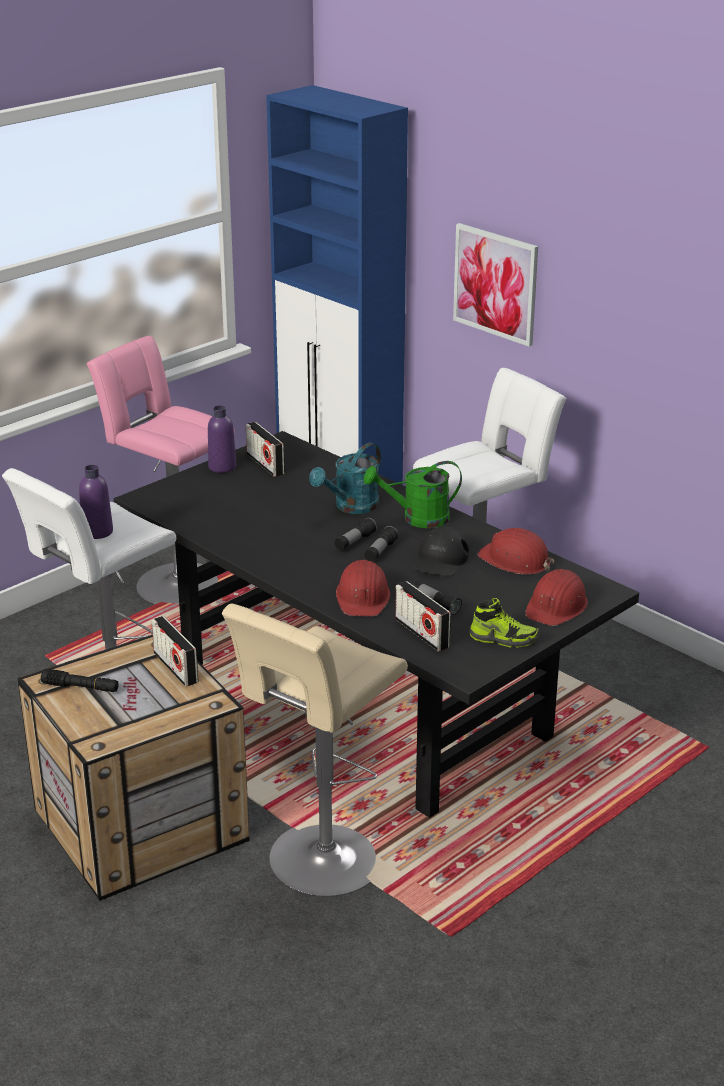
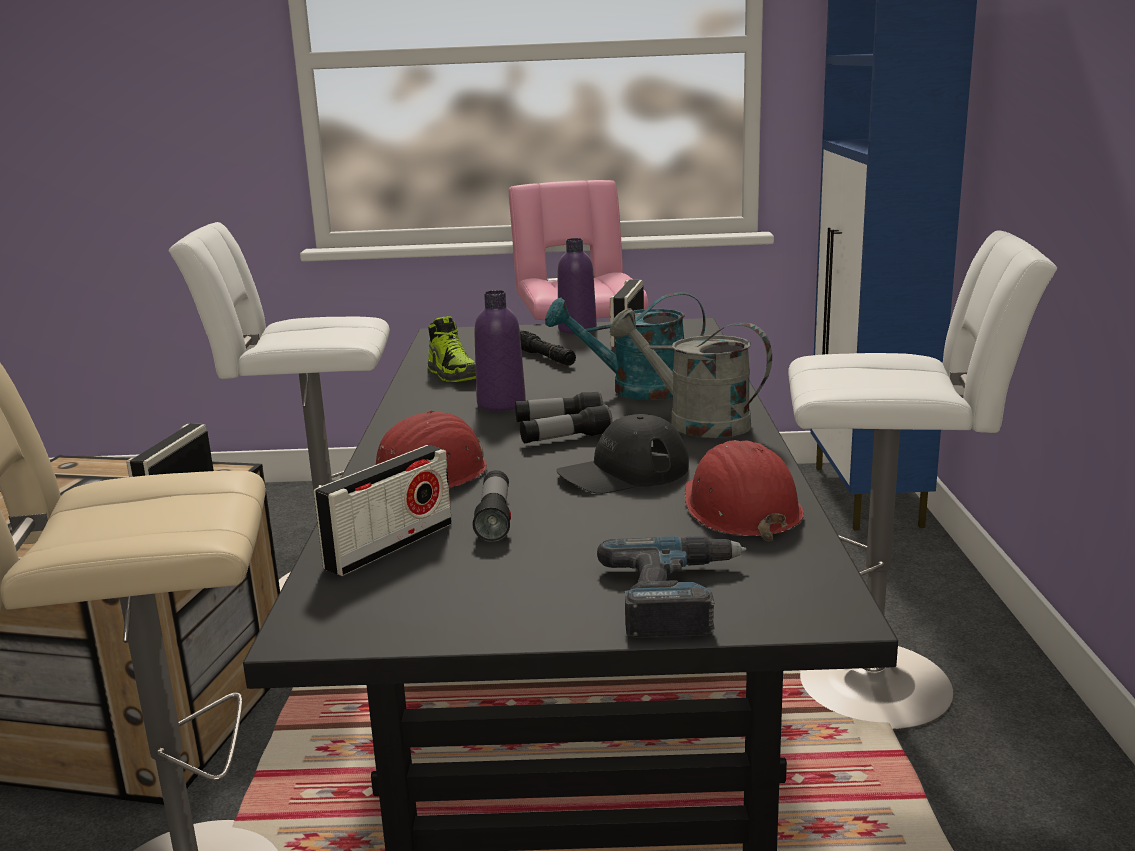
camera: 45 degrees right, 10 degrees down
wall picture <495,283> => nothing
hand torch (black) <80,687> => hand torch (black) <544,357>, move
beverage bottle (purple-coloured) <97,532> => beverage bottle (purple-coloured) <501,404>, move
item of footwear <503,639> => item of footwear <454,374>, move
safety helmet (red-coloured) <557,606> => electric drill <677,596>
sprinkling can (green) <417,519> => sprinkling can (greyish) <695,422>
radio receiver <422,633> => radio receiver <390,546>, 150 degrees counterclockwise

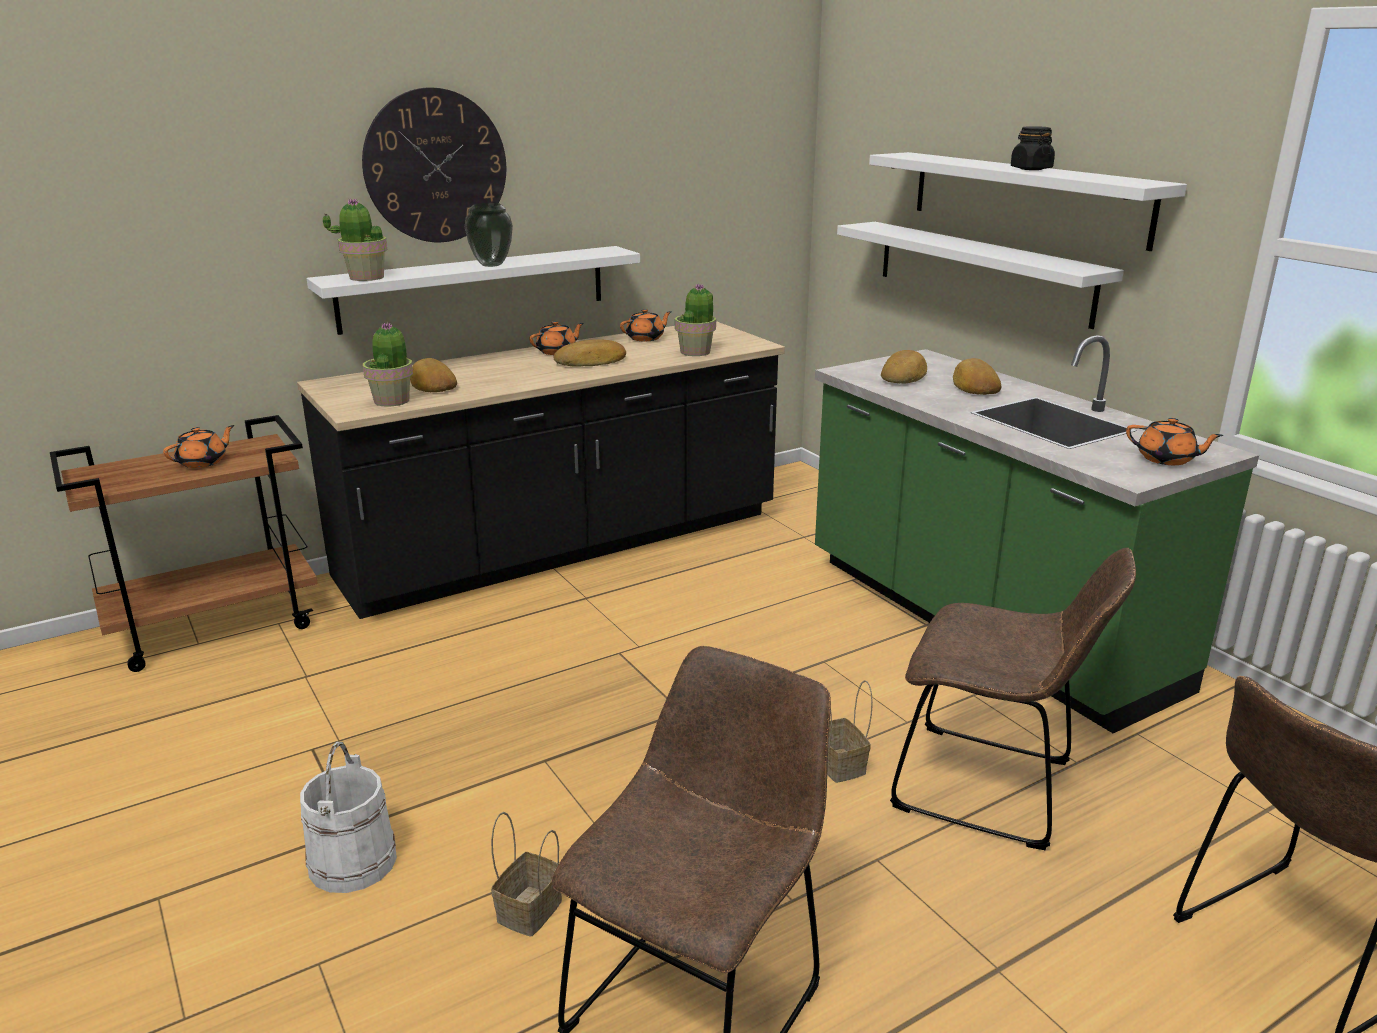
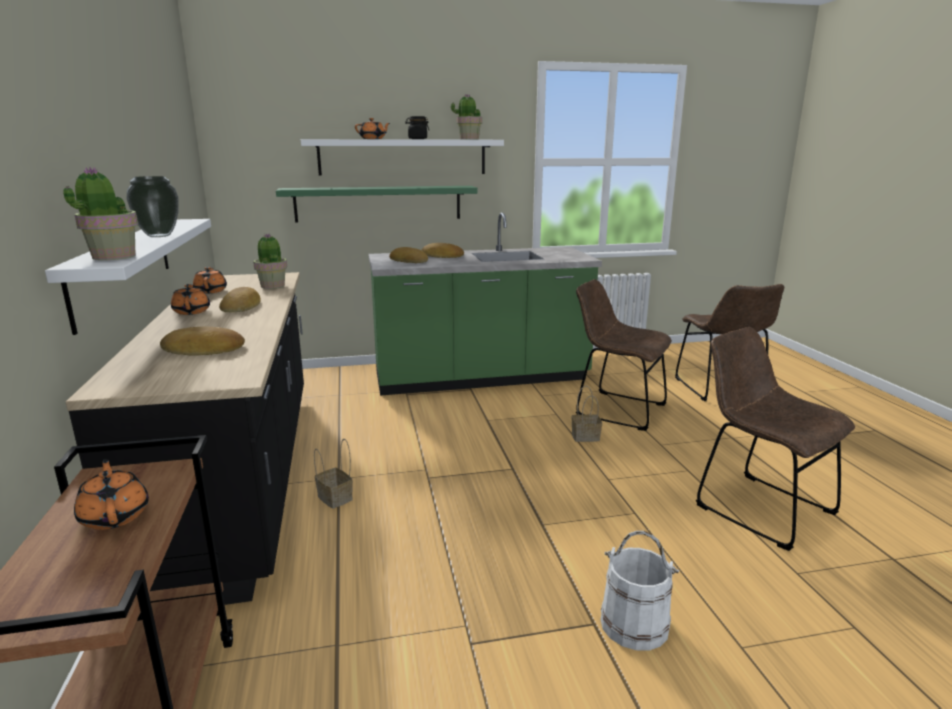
camera: 70 degrees left, 5 degrees down
wall clock <435,166> => nothing
plant in a pot <392,400> => plant in a pot <469,139>, move
household basket <529,912> => household basket <336,498>, move
pot for tea (orange) <1167,459> => pot for tea (orange) <373,139>, move
bracket shelf (white-coloured) <981,271> => bracket shelf (green) <378,203>
upright chair (brown) <993,788> => upright chair (brown) <616,409>, 105 degrees counterclockwise

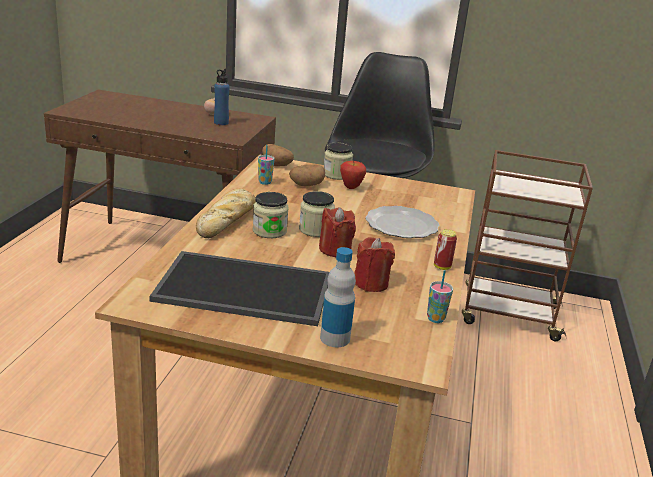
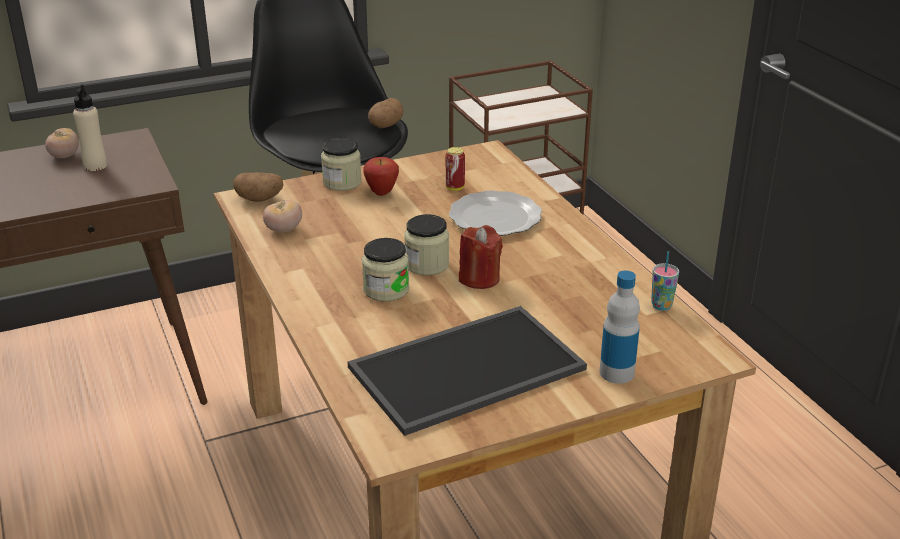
camera: 35 degrees left, 5 degrees up
bakery bread <227,219> => nothing
wax candle (red-coloured) <371,283> => nothing
whole potato <306,185> => whole potato <385,126>, move
can <442,267> => can <455,188>, move
cup <265,182> => tomato <283,230>
beverage bottle (blue) <221,123> => beverage bottle (beige-coloured) <95,166>

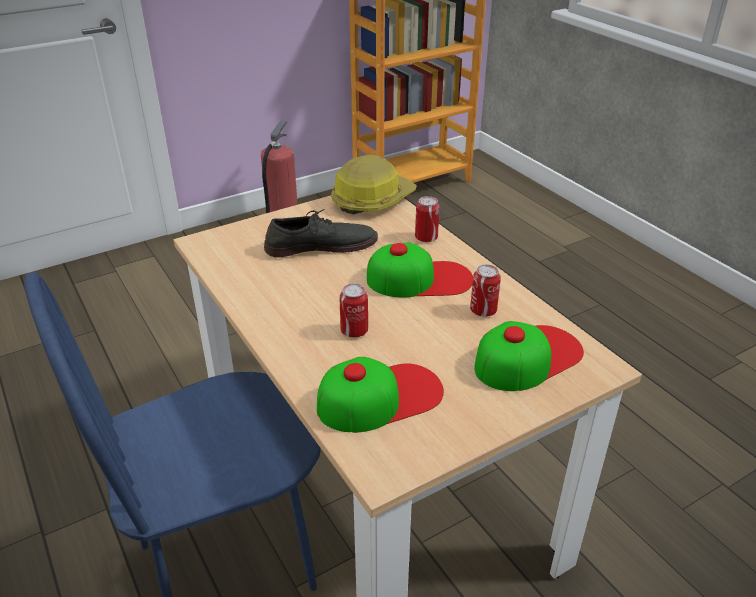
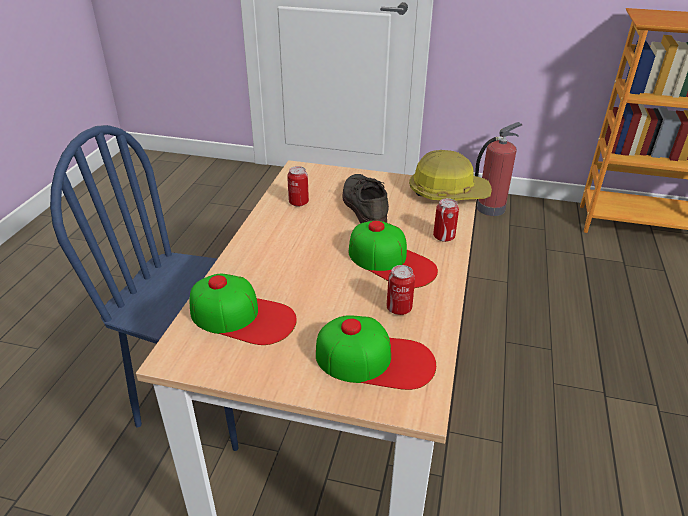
camera: 45 degrees right, 0 degrees up
can <354,331> => can <298,202>, move
item of footwear (greyish) <321,245> => item of footwear (greyish) <363,205>, 135 degrees counterclockwise

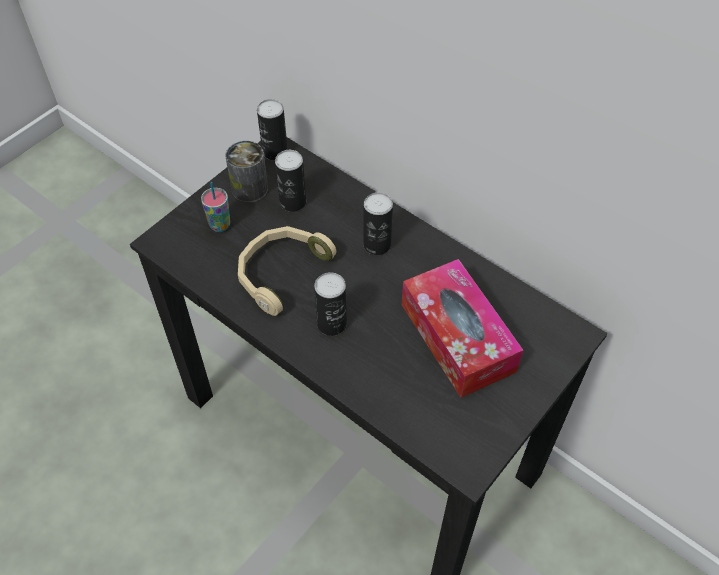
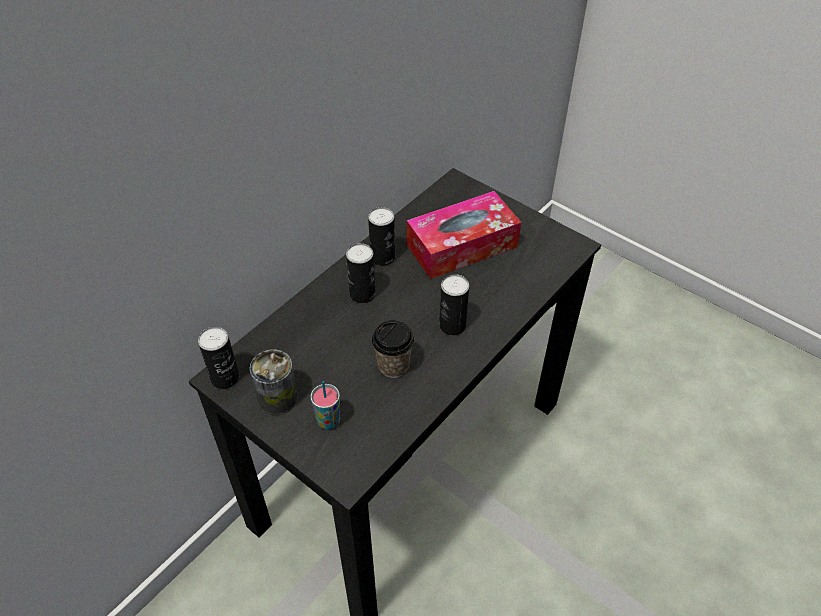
camera: 90 degrees left, 5 degrees down
can <293,202> => can <382,257>, move
headset (beige-coloured) <280,272> => cup <393,365>

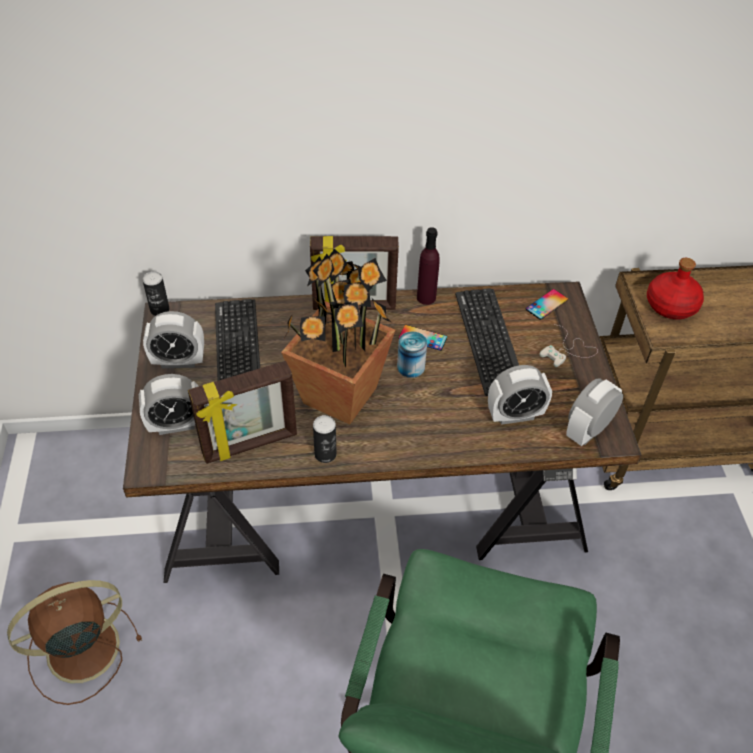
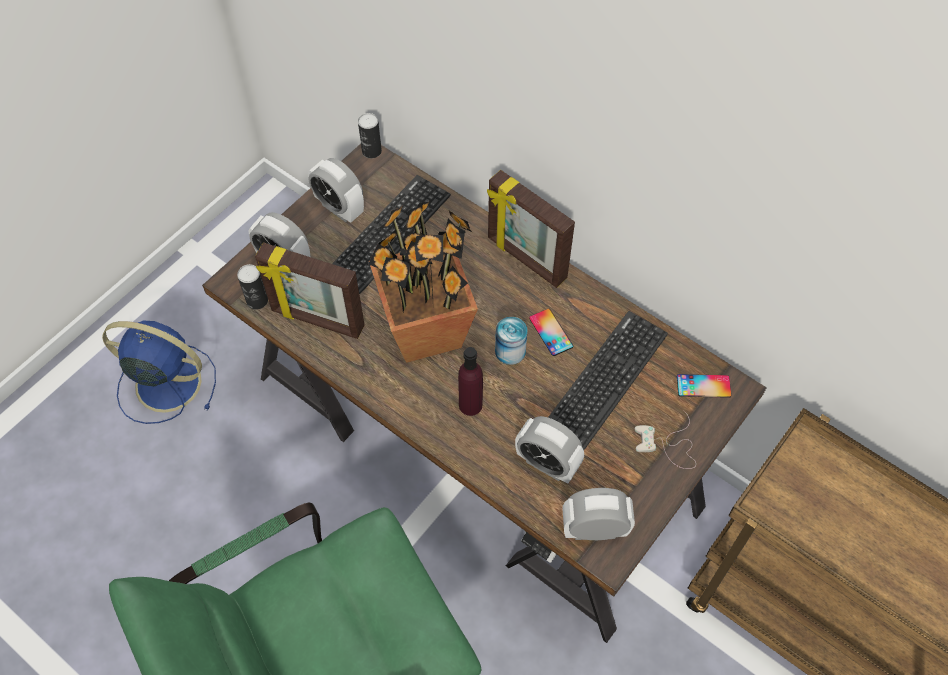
camera: 45 degrees right, 10 degrees up
beverage bottle (red-coloured) <671,305> => nothing
can <325,454> => can <257,301>, move
beverage bottle (purple-coloured) <426,297> => beverage bottle (purple-coloured) <470,405>, move
cooling fan (brown) <79,650> => cooling fan (blue) <165,382>

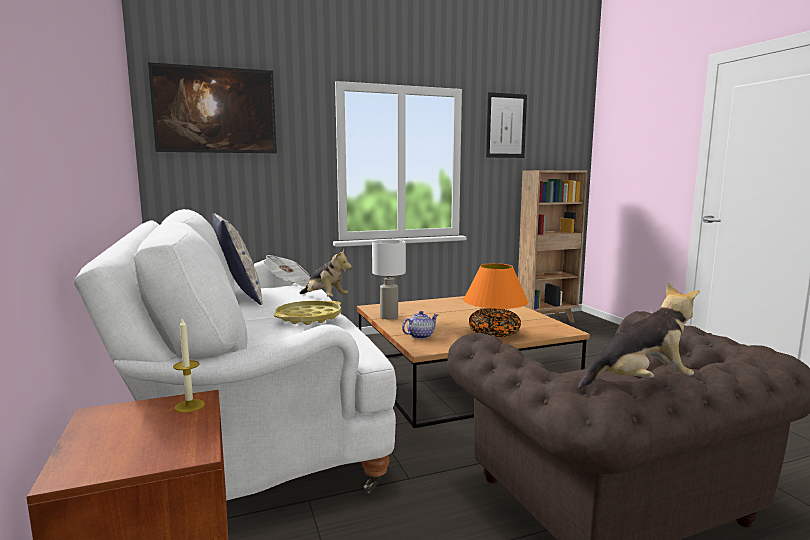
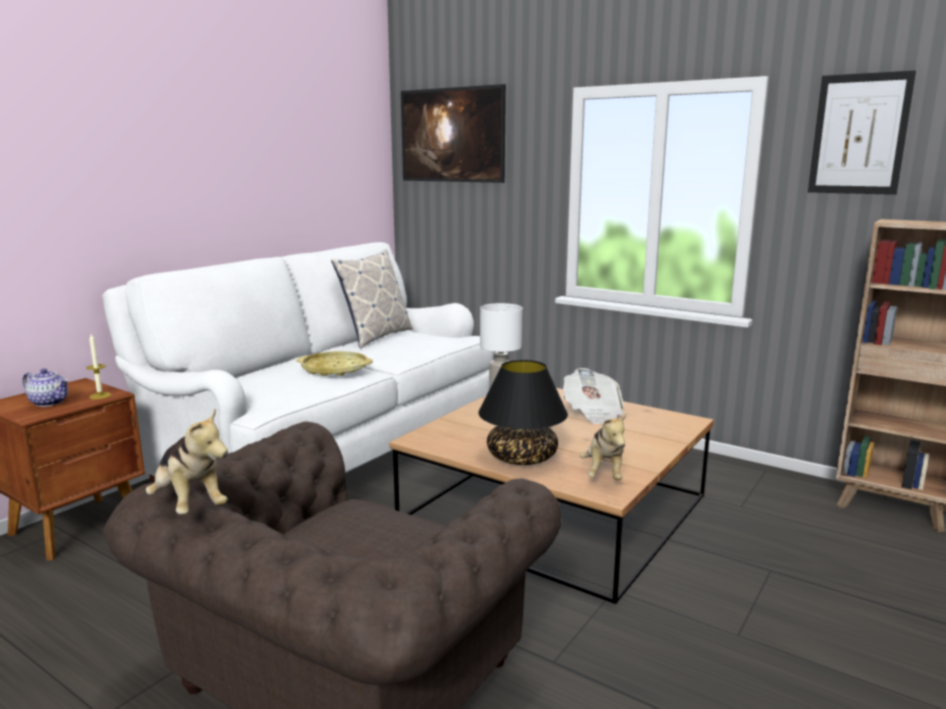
camera: 55 degrees right, 5 degrees up
newspaper <289,284> => newspaper <592,412>, move
soft toy <324,299> => soft toy <604,474>, move
pot for tea <420,336> => pot for tea <50,402>, move
tabletop lamp (orange) <494,334> => tabletop lamp (black) <522,457>

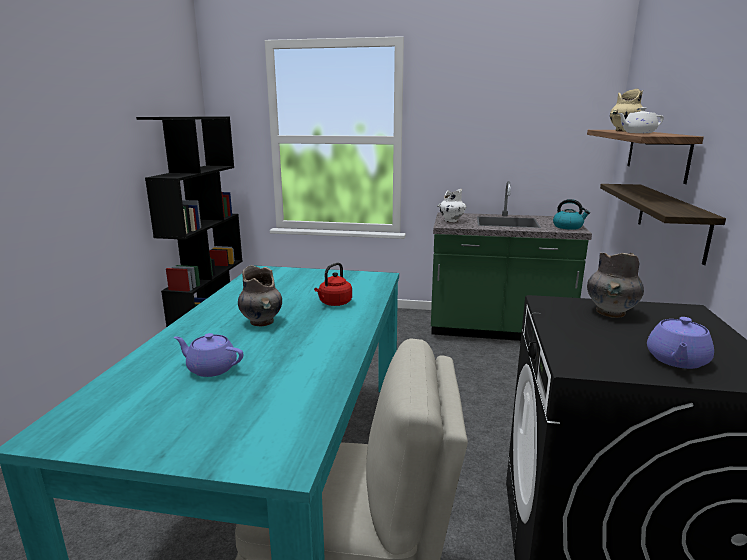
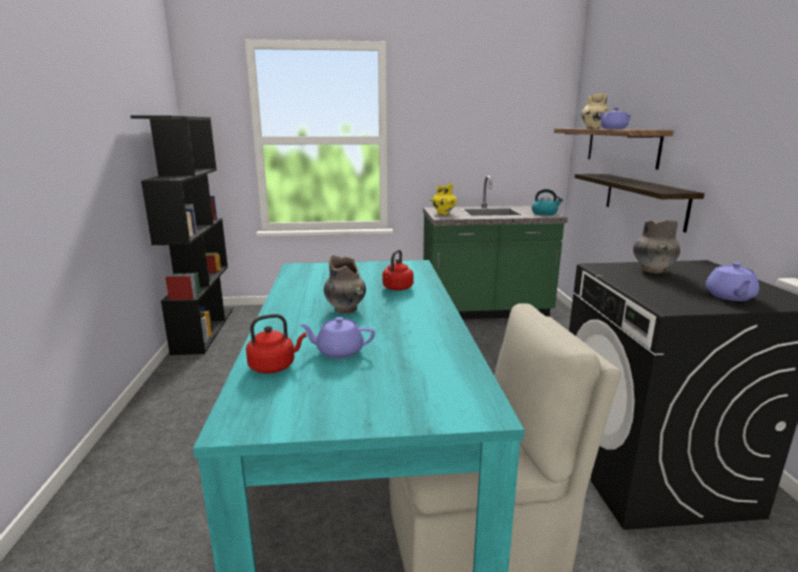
camera: 15 degrees left, 0 degrees up
nothing => kettle (red-coloured) <274,366>
decorative vase (white-coloured) <451,221> => decorative vase (yellowish) <443,213>
pot for tea (white-coloured) <638,133> => pot for tea (purple-coloured) <612,129>

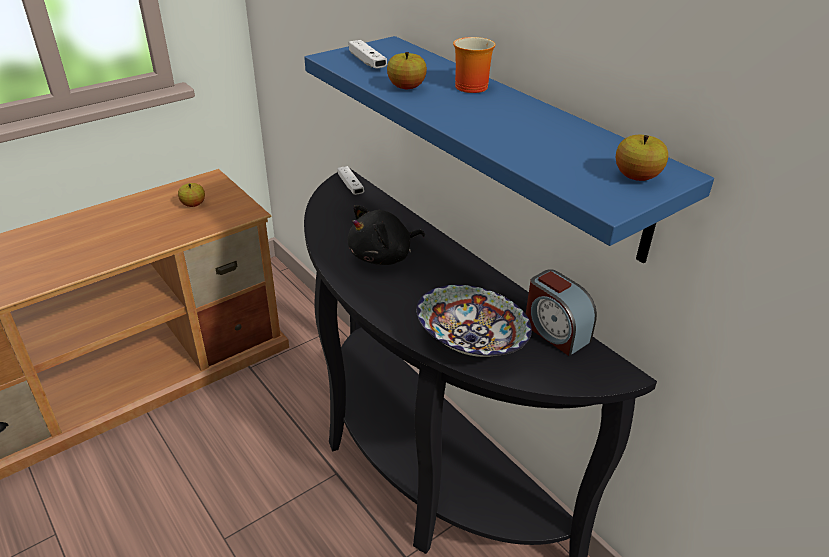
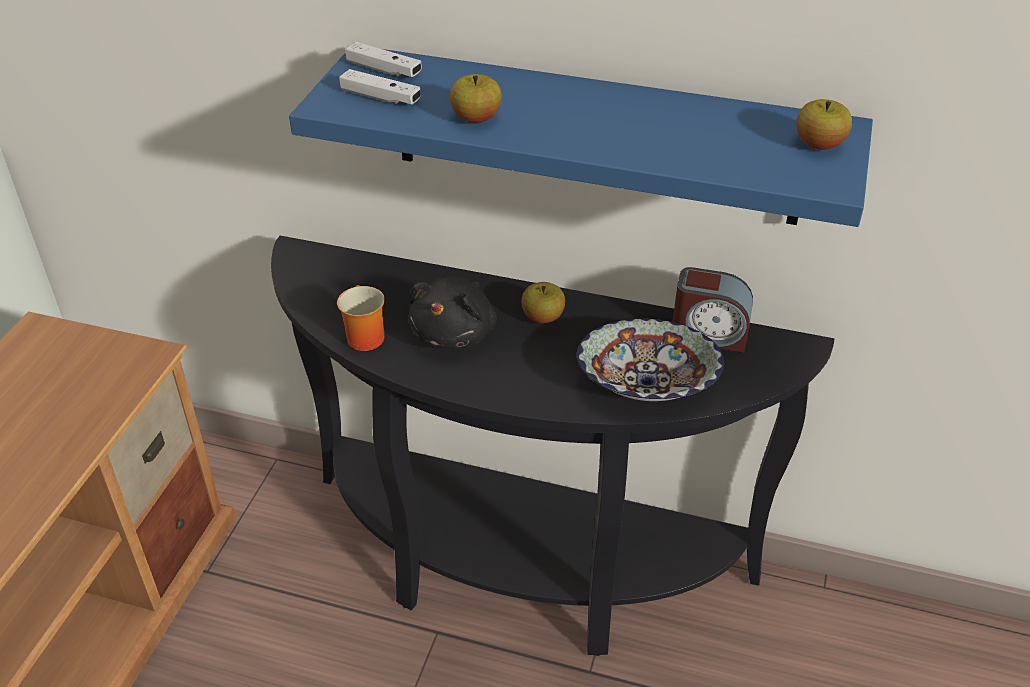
camera: 35 degrees left, 5 degrees up
apple <193,204> => apple <543,317>, move
game controller (white-coloured) <350,186> => game controller (white-coloured) <384,70>, move
mug <470,85> => mug <362,336>, move

